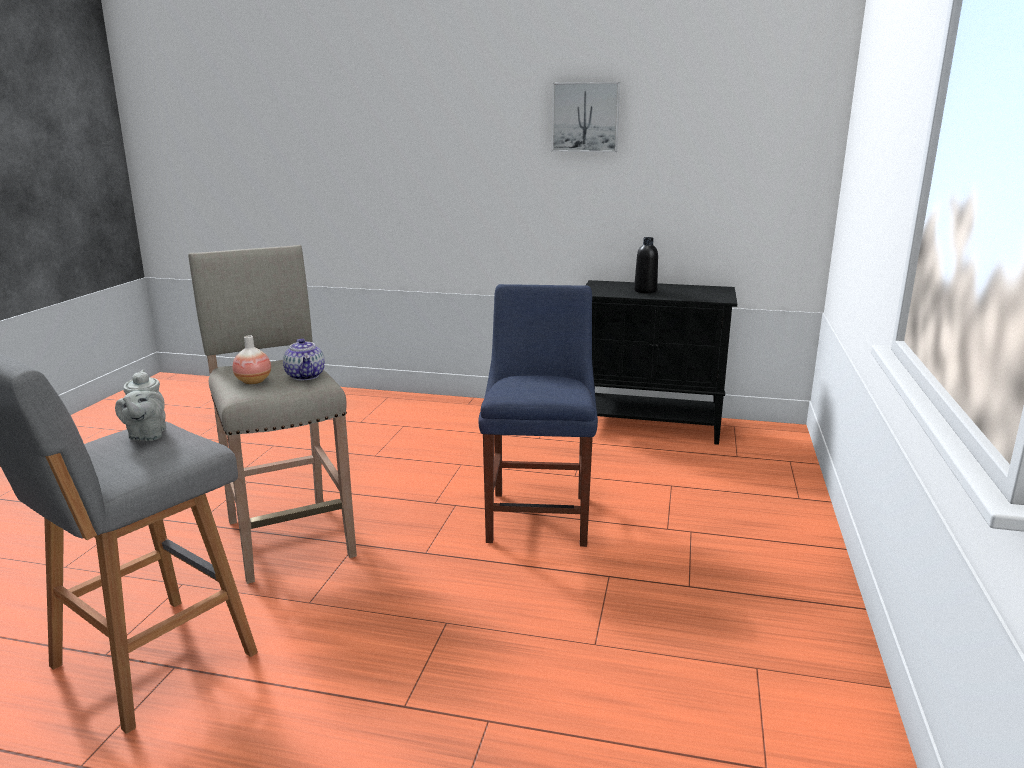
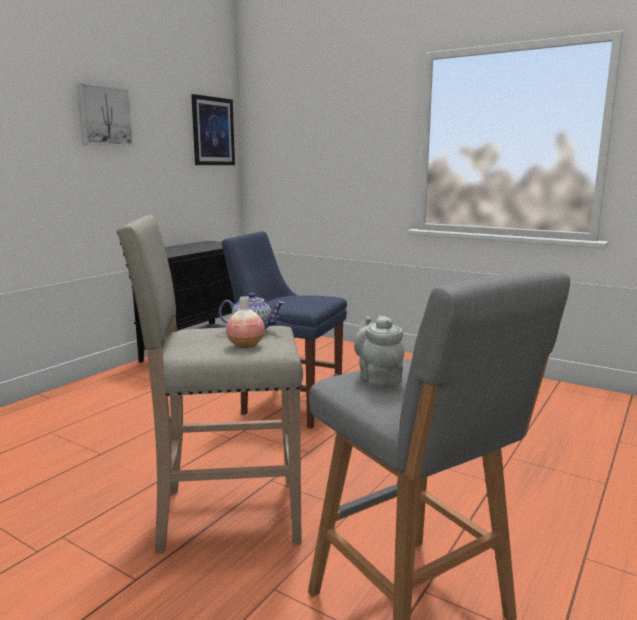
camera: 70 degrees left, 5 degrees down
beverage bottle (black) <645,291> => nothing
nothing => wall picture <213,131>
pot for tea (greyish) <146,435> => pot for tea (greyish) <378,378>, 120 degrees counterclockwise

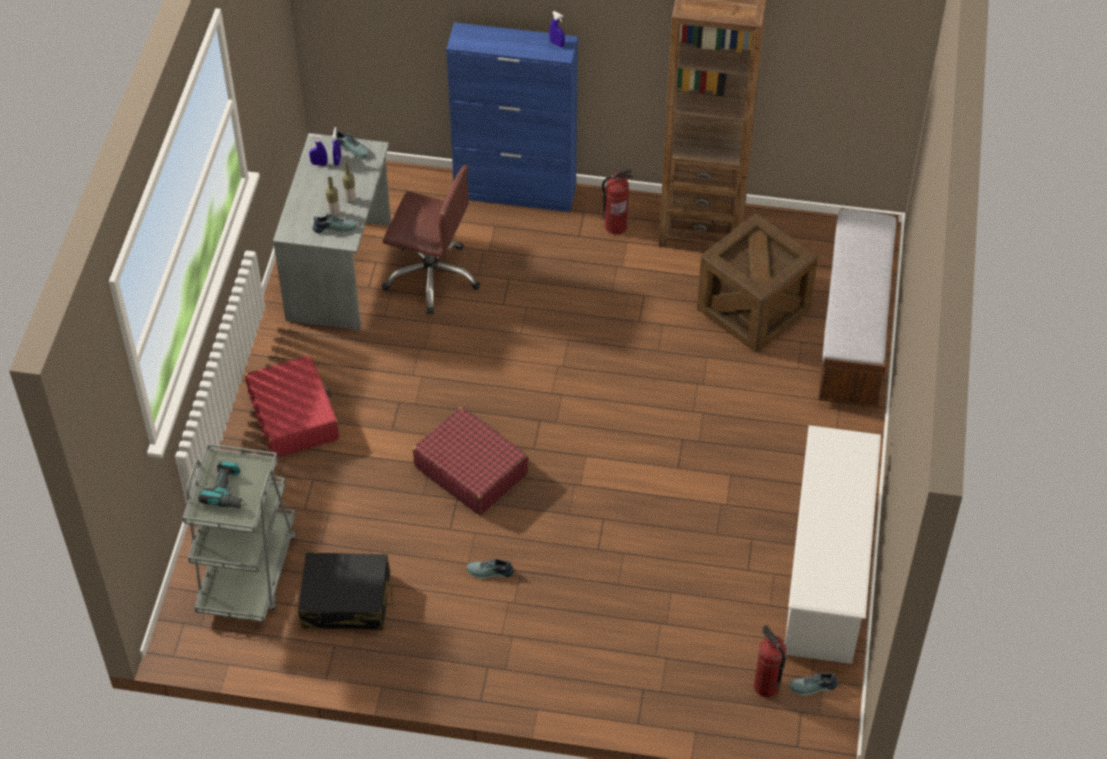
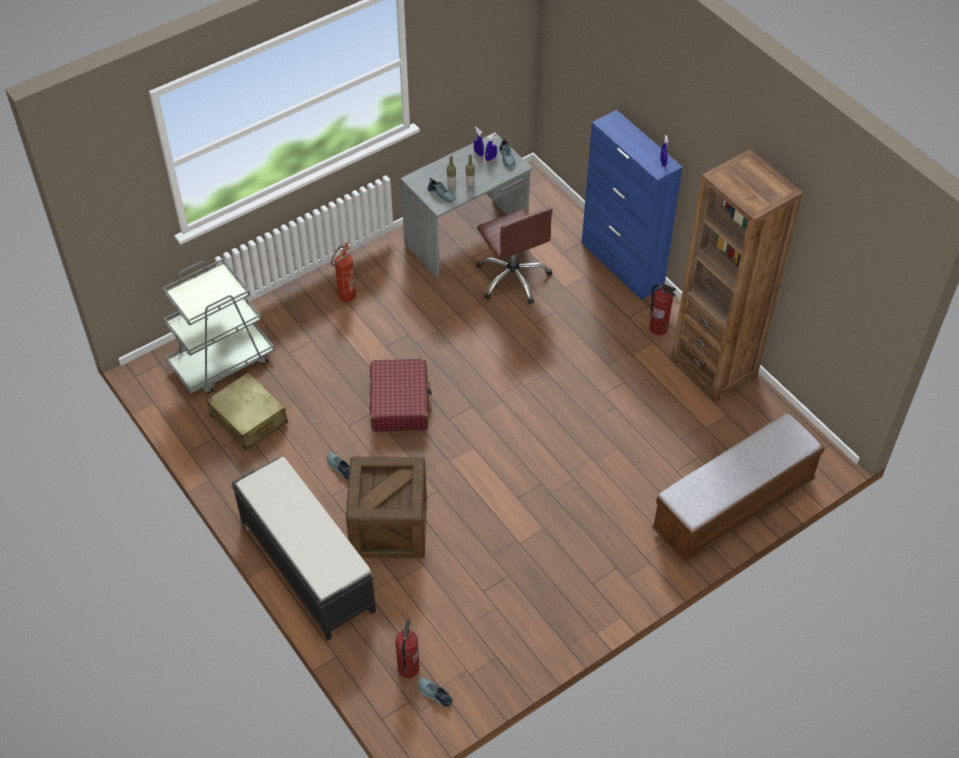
camera: 45 degrees right, 0 degrees up
electric drill <228,491> => nothing
shoe rack (white-coloured) <826,573> => nothing
nothing => indoor bench (black) <306,564>
crate <753,309> => crate <389,527>, move
travel case (red-coloured) <294,416> => fire extinguisher <345,298>
travel case (black) <346,600> => travel case (beige-coloured) <249,419>

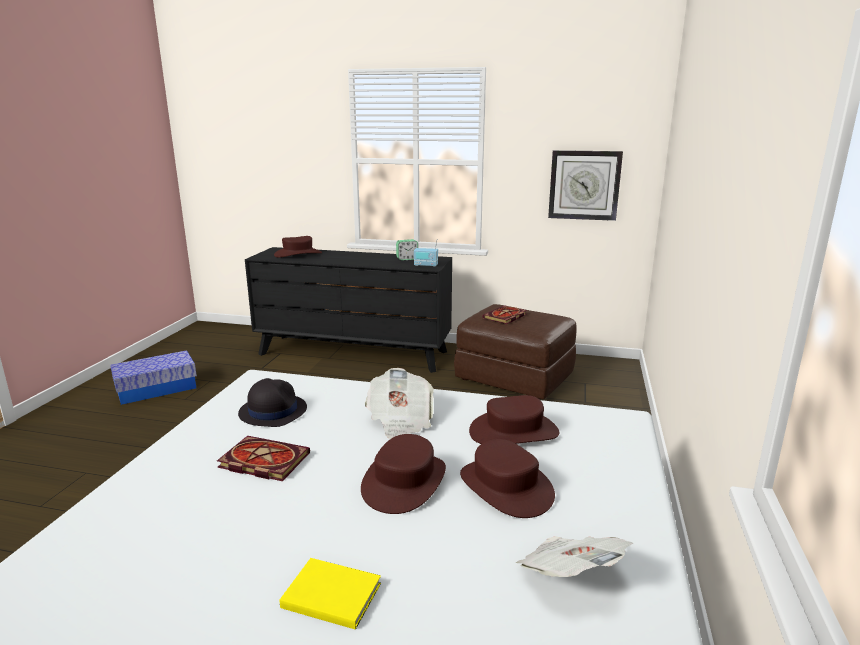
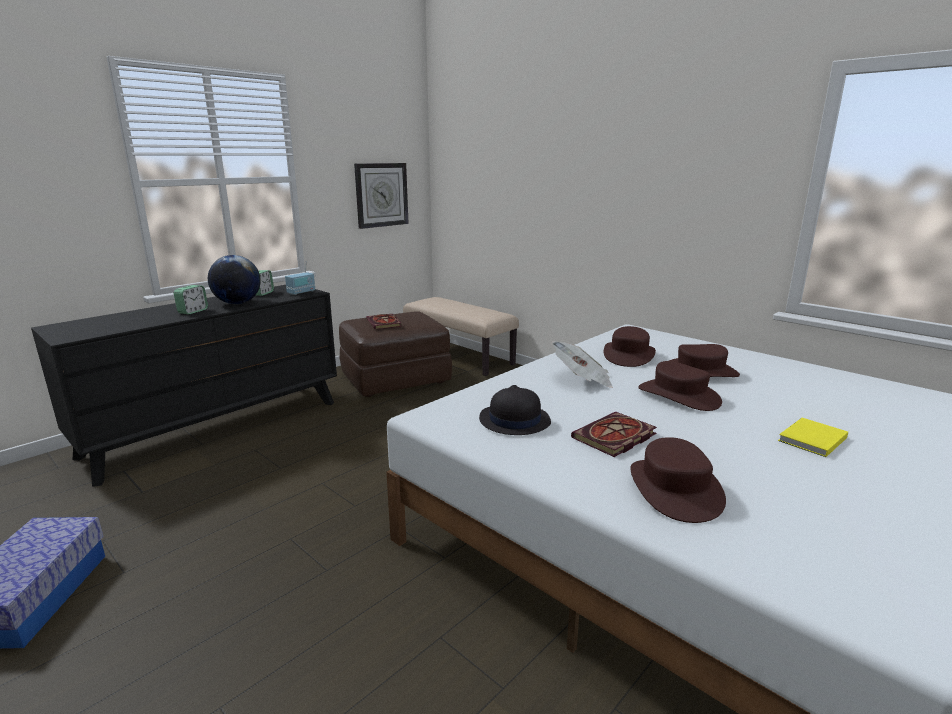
camera: 60 degrees left, 0 degrees up
newspaper <569,576> => nothing
nothing => table clock <193,311>
nothing => desk globe <238,303>
nothing => indoor bench (beige-coloured) <459,357>
hat (brown) <298,254> => hat (brown) <674,489>, move

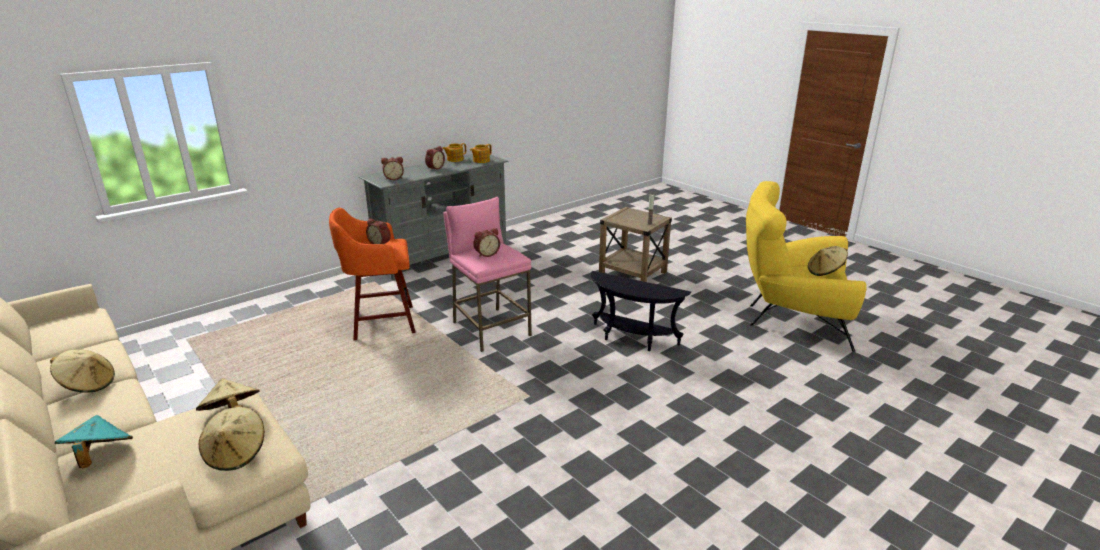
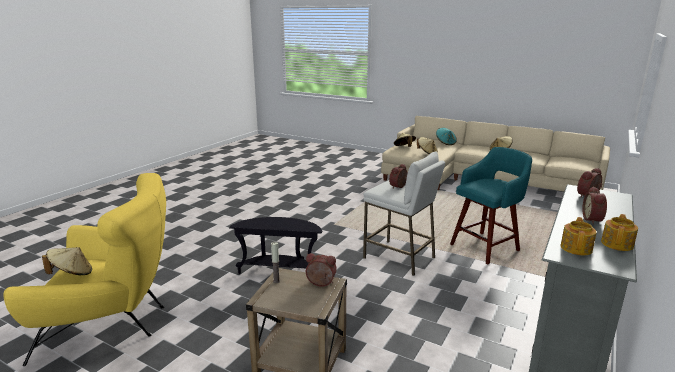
camera: 160 degrees right, 5 degrees down
table clock <380,243> => table clock <320,283>, move
stool (orange) <381,322> => stool (turquoise) <486,247>
stool (pink) <490,329> => stool (white-coloured) <399,258>

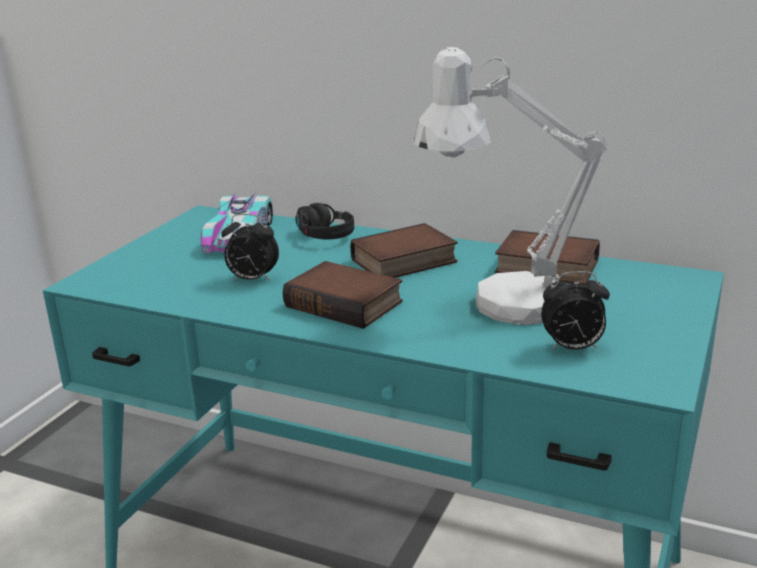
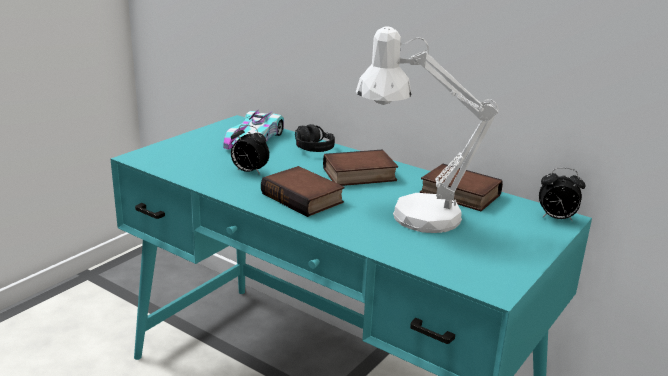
camera: 10 degrees right, 0 degrees up
table clock <572,348> => table clock <556,218>, move

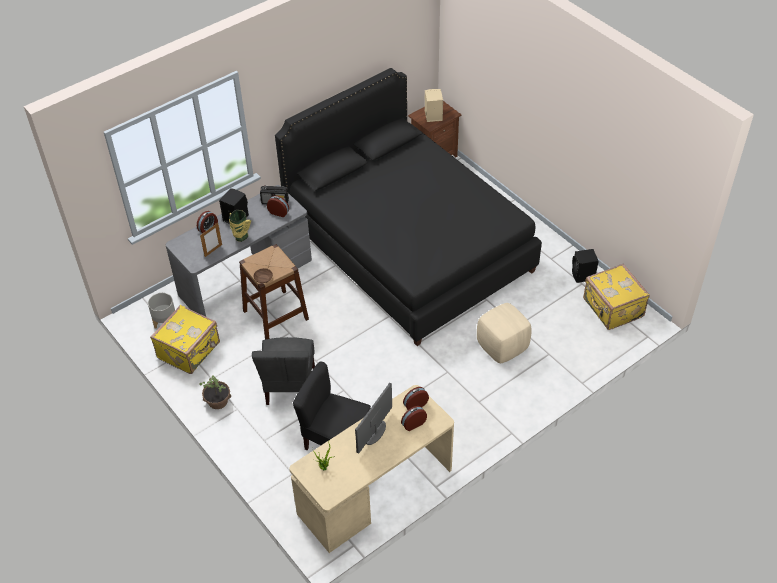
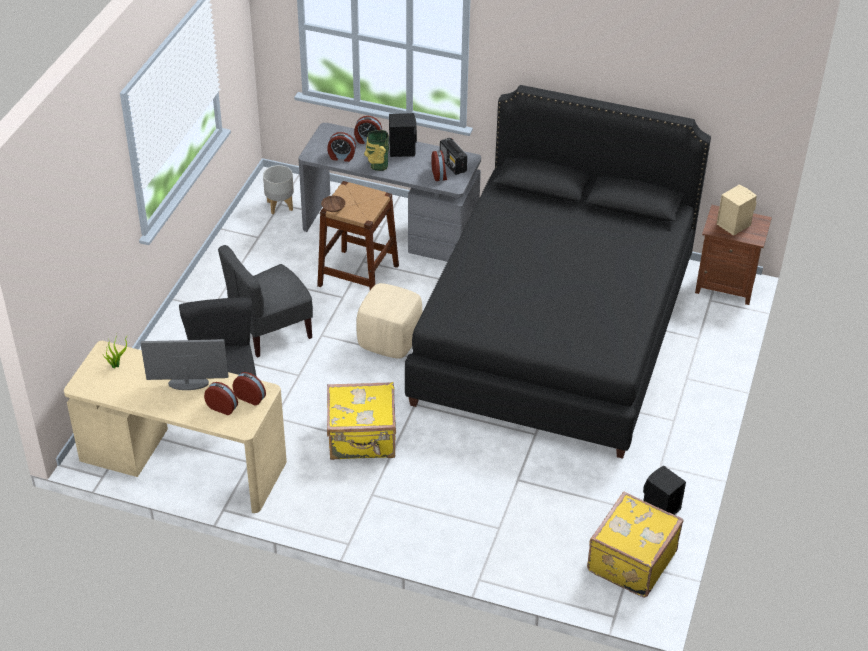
camera: 55 degrees right, 5 degrees down
plant in a pot <218,401> => nothing
travel case (yellowish) <190,351> => travel case (yellowish) <362,439>, move
footrest (beige-coloured) <502,346> => footrest (beige-coloured) <390,341>, move
picture frame <213,250> => table clock <341,157>

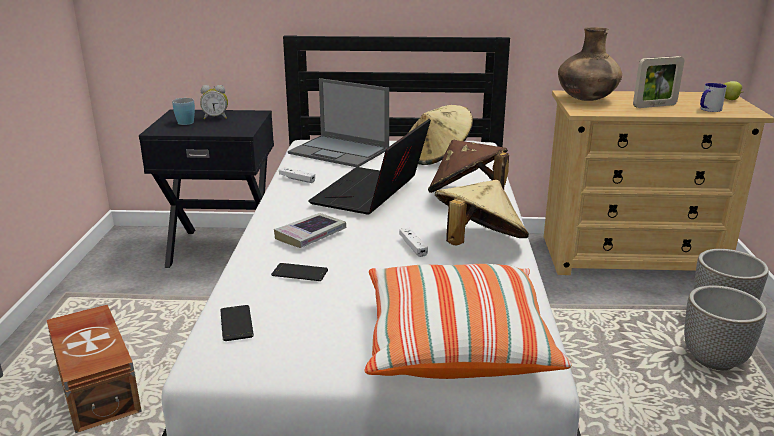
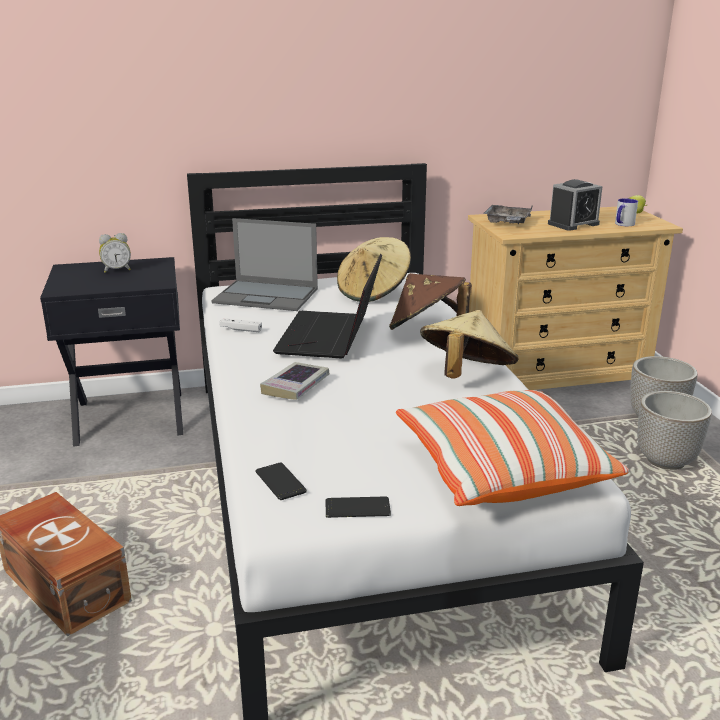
camera: 15 degrees left, 0 degrees up
mug (blue) <184,121> => nothing
game controller (white-coloured) <413,246> => nothing
handset <299,273> => handset <357,508>, move
decorative vase (brown) <586,100> => serving tray (greyish) <507,222>
picture frame <654,106> => table clock <573,224>

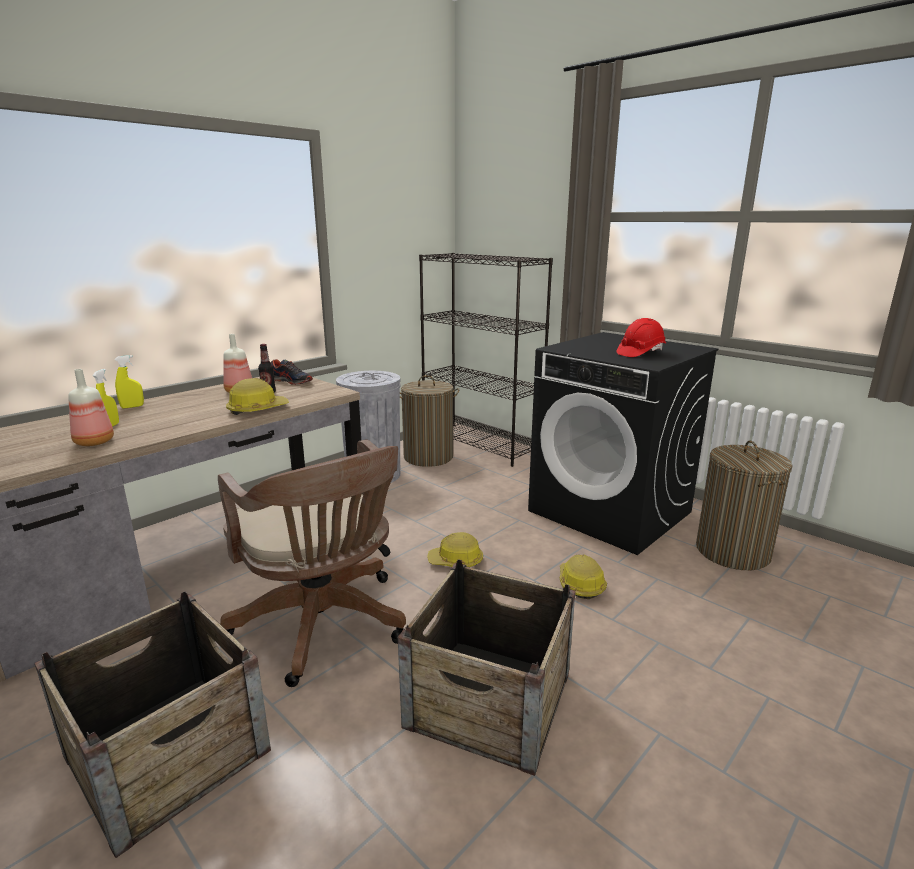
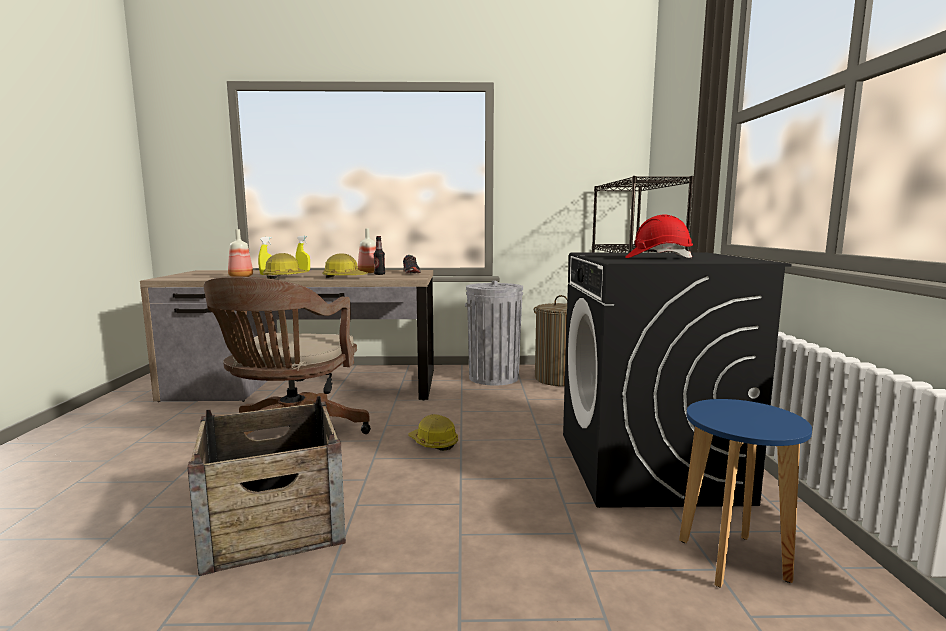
camera: 45 degrees right, 10 degrees down
crate <166,753> => nothing
safety helmet <580,584> => safety helmet <285,277>, move
hamper <733,552> => stool (blue) <733,560>

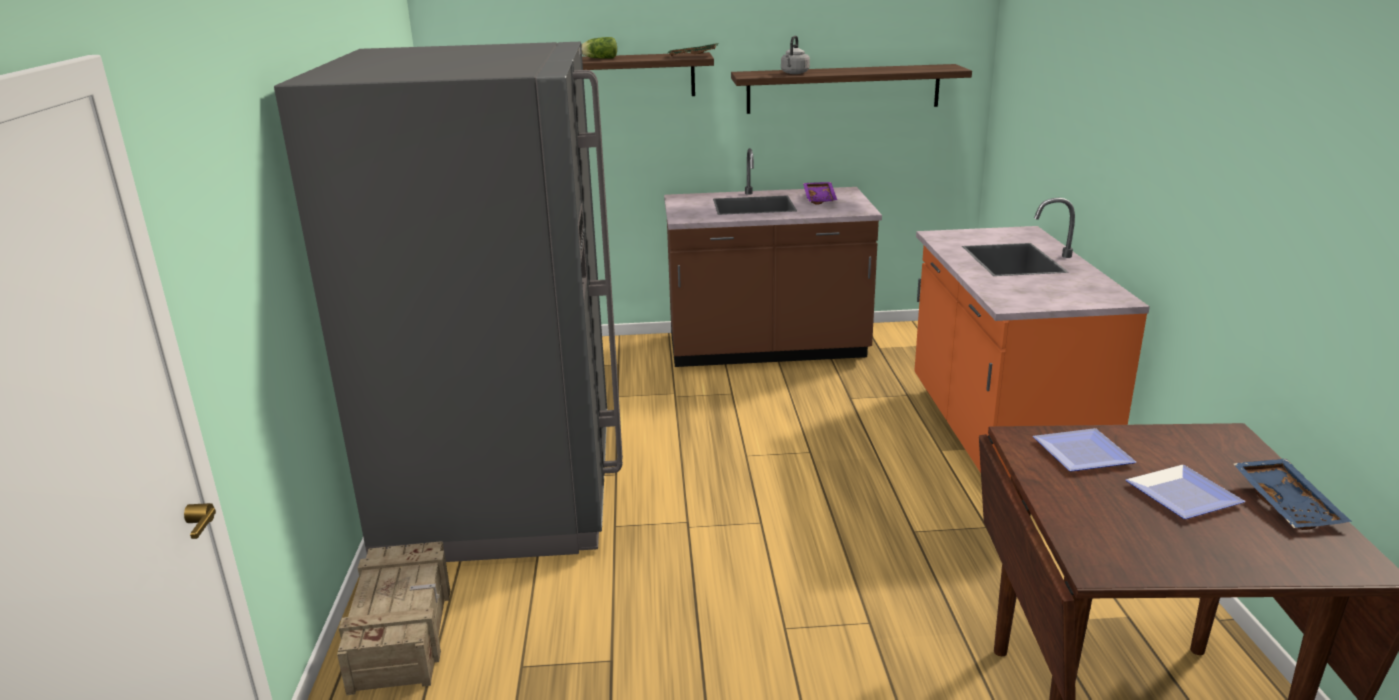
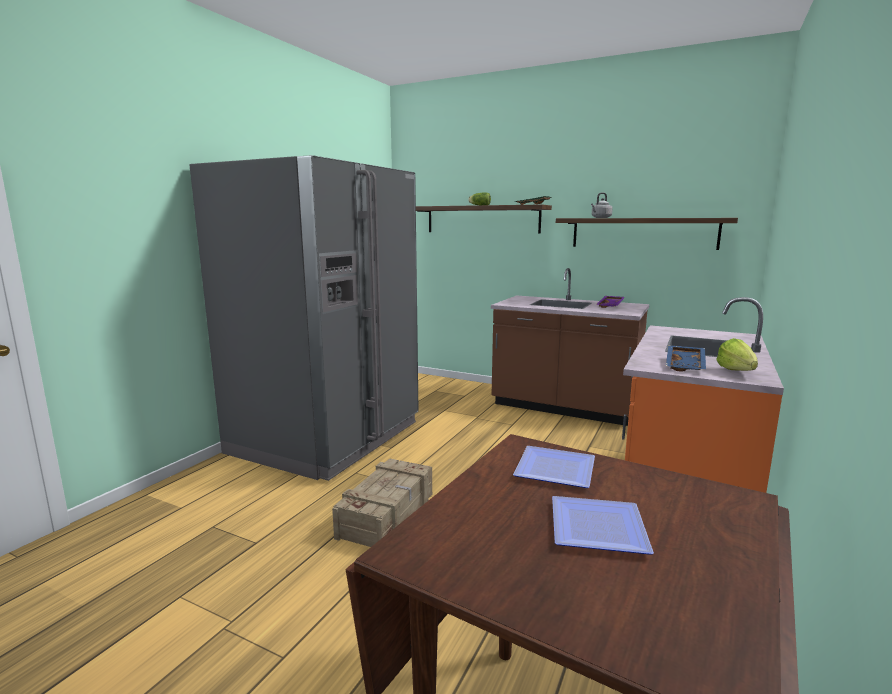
camera: 30 degrees right, 10 degrees down
nothing => head of lettuce <738,373>
crate <403,631> => crate <388,514>, move
serving tray (blue) <1288,504> => serving tray (blue) <686,365>, move

